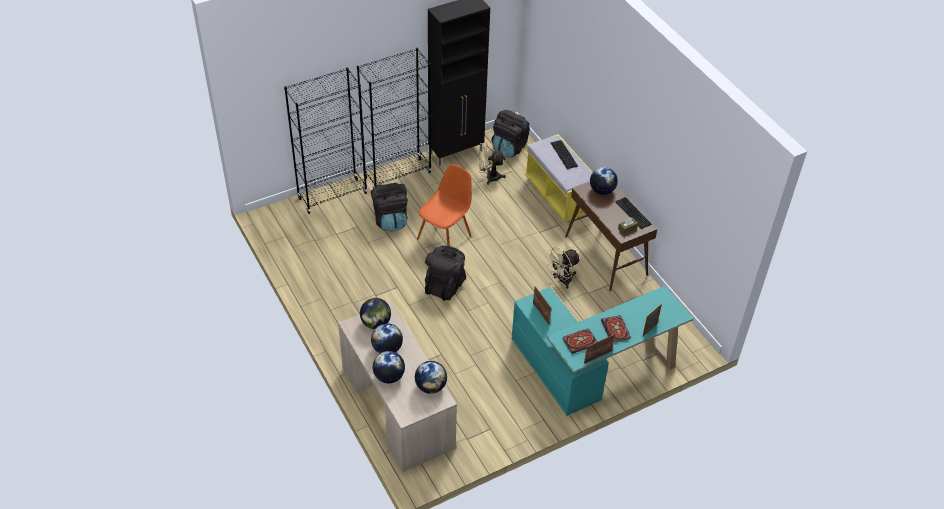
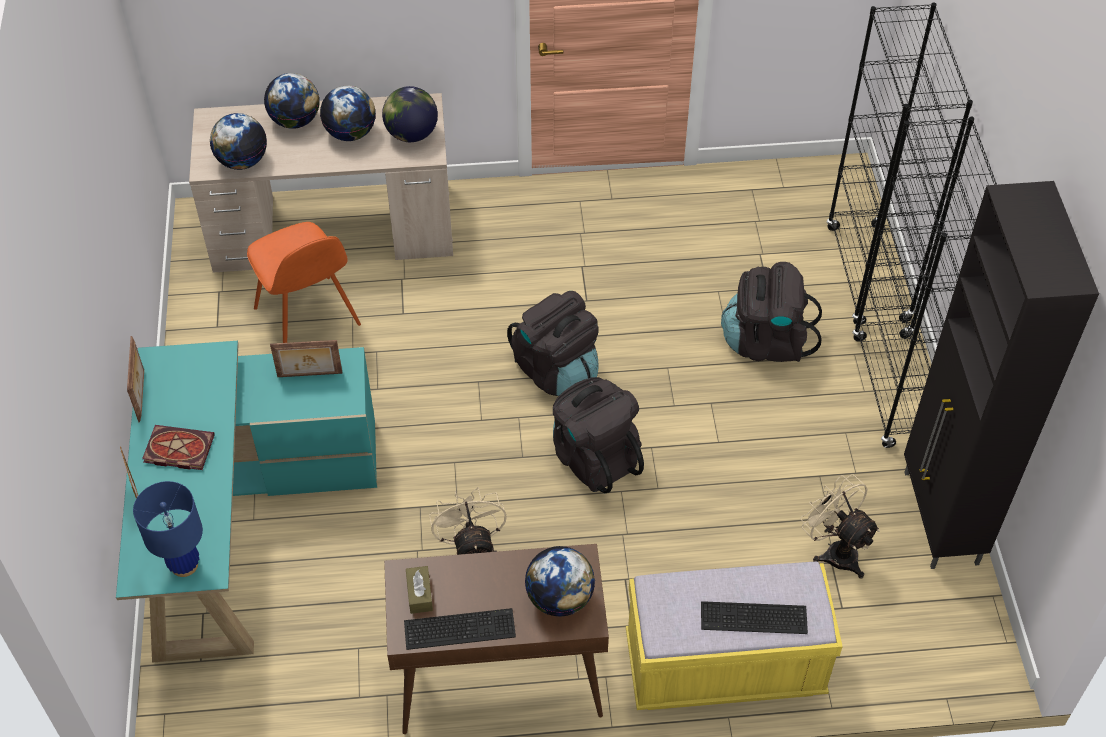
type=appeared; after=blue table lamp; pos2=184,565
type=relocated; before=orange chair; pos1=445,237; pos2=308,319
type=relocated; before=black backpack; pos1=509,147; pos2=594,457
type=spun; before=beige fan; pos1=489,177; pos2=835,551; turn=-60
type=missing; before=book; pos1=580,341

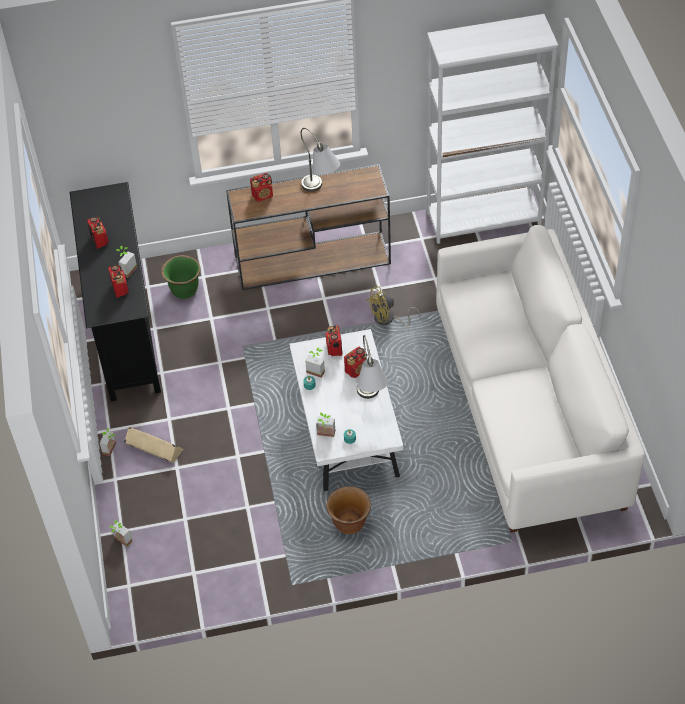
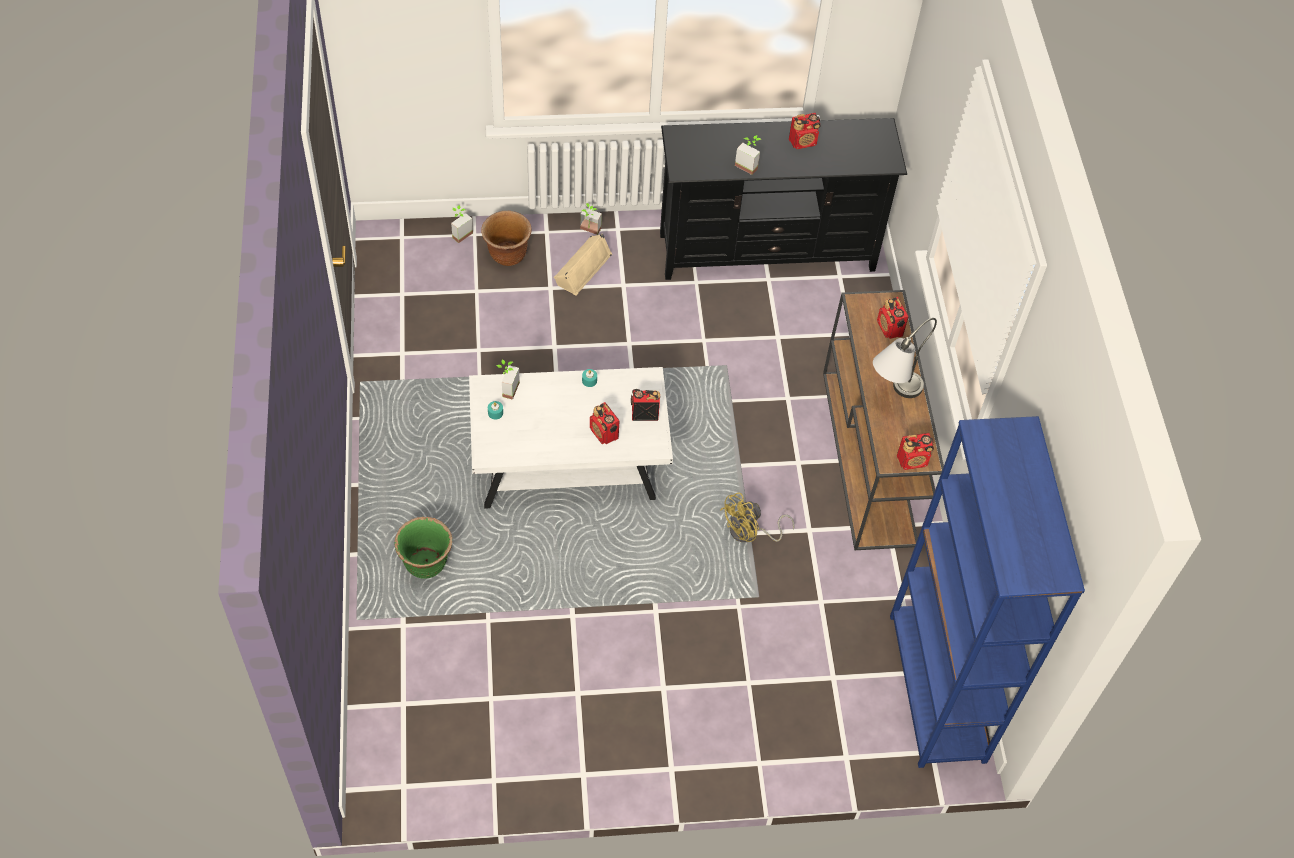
type=relocated; before=green planter; pos1=184,290; pos2=426,564
type=relocated; before=brown planter; pos1=350,523; pos2=507,255
type=spun; before=yellow fan; pos1=388,319; pos2=750,533; turn=-105
type=colour; before=white bookcase; after=blue bookcase; pos1=484,219; pos2=937,688
type=relocated; before=radio; pos1=120,289; pos2=912,461
type=missing; before=potted plant; pos1=317,369
type=missing; before=grey table lamp; pos1=371,402
type=missing; before=white sofa; pos1=529,409

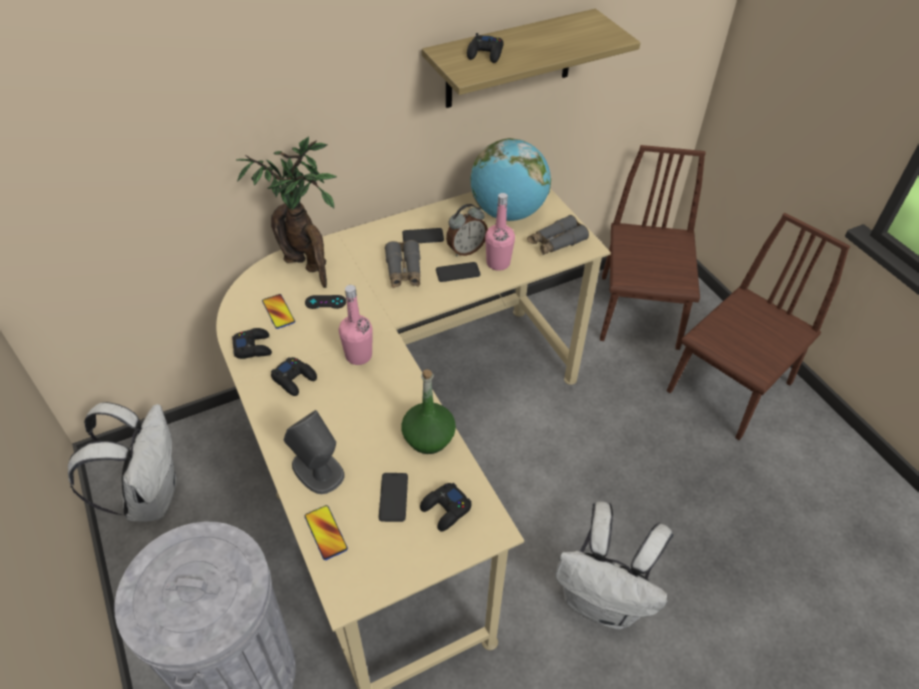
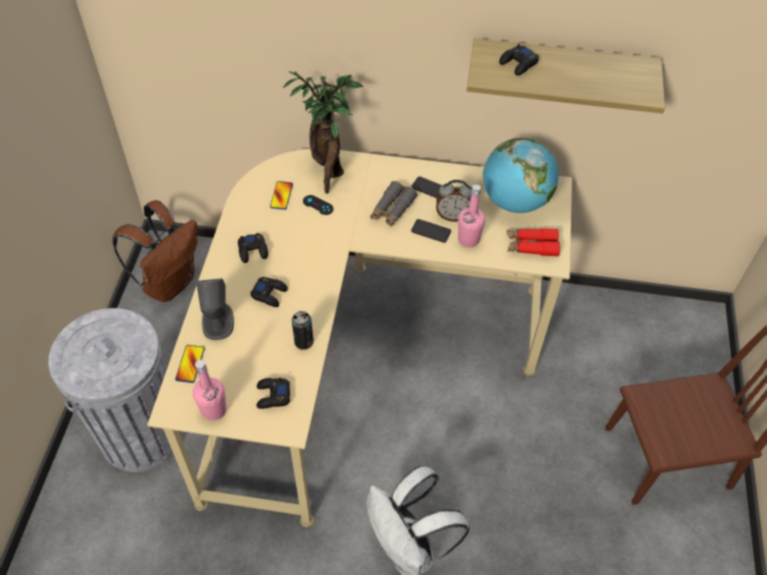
type=colour; before=white backpack; after=brown backpack; pos1=151,495; pos2=170,282
type=relocated; before=pink bottle; pos1=358,355; pos2=214,410
type=relocated; before=black game controller; pos1=253,347; pos2=269,294
type=exchanged; before=green bottle; after=can; pos1=429,437; pos2=304,341
type=colour; before=grey binoculars; after=red binoculars; pos1=556,242; pos2=531,246
type=missing; before=phone; pos1=393,497
type=missing; before=brown chair; pos1=639,311

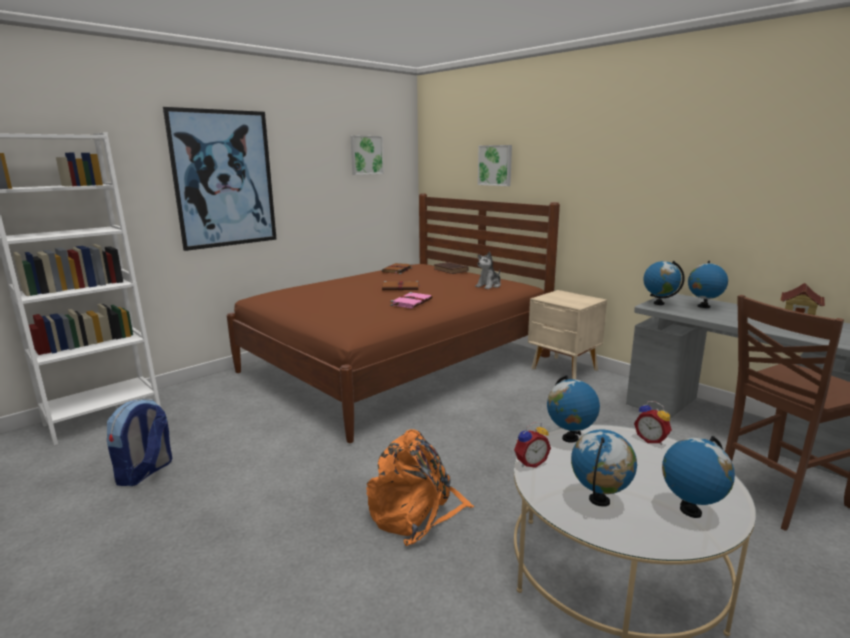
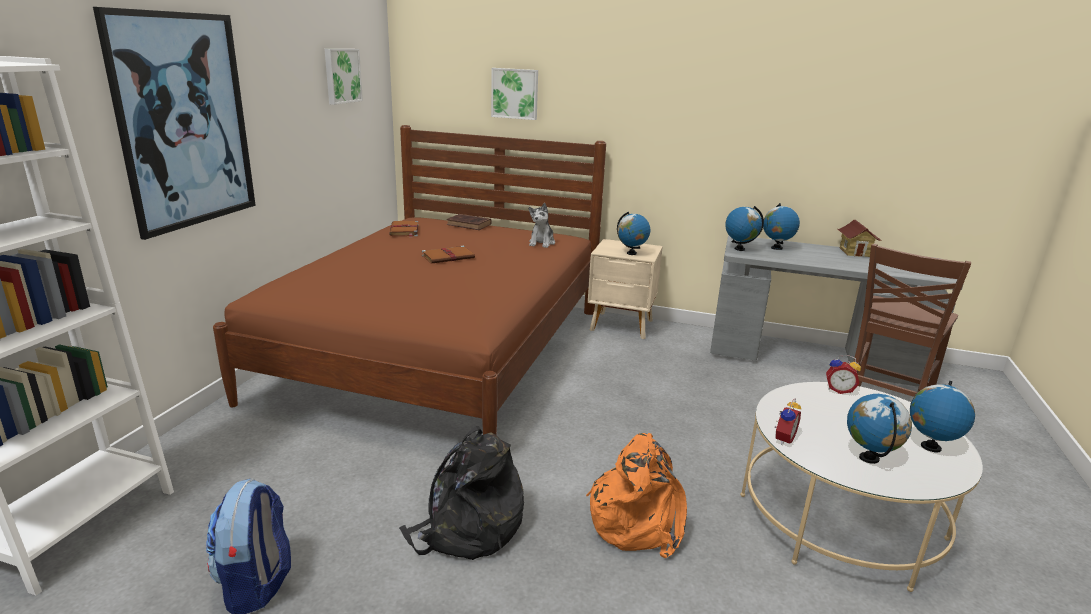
type=appeared; after=black backpack; pos2=467,529
type=relocated; before=globe; pos1=570,438; pos2=631,253
type=missing; before=pink book; pos1=411,302

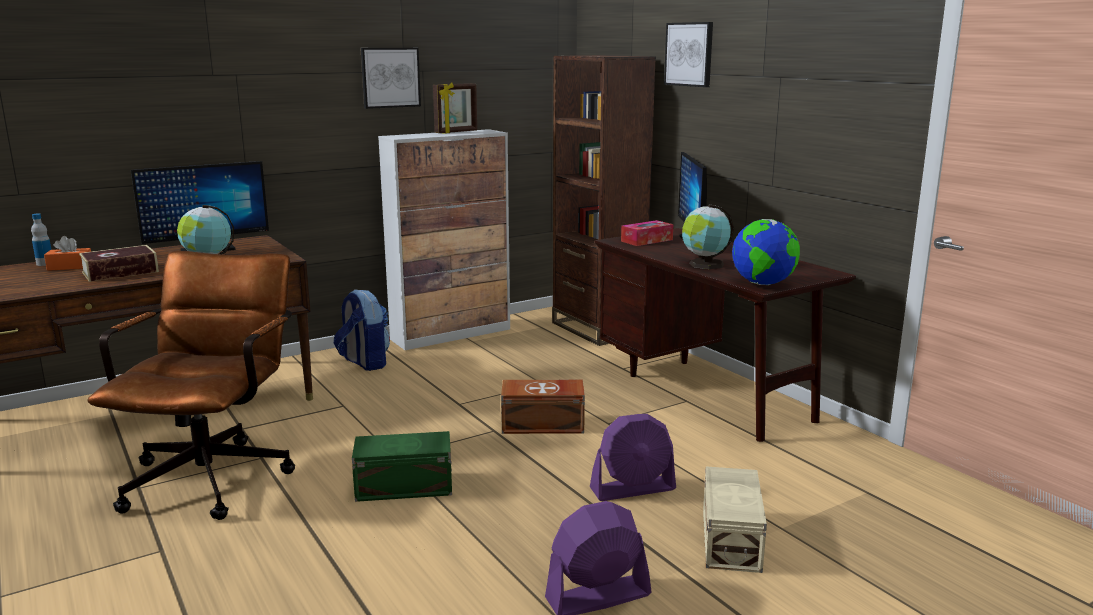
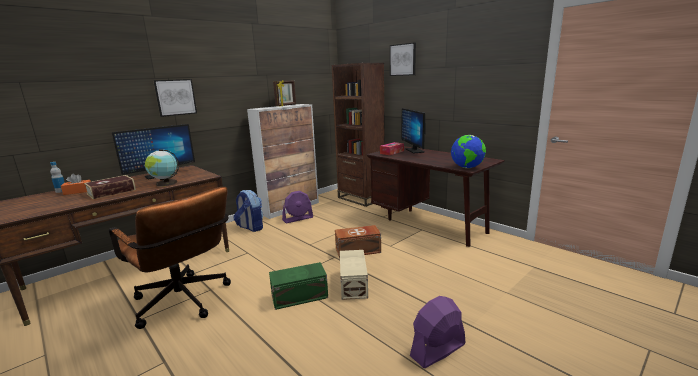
type=spun; before=brown office chair; pos1=215,473; pos2=185,303; turn=135
type=relocated; before=picture; pos1=390,77; pos2=175,97
type=relocated; before=purple fan; pos1=633,489; pos2=298,219
type=relocated; before=beige storage box; pos1=732,539; pos2=354,283
type=missing; before=globe; pos1=704,264

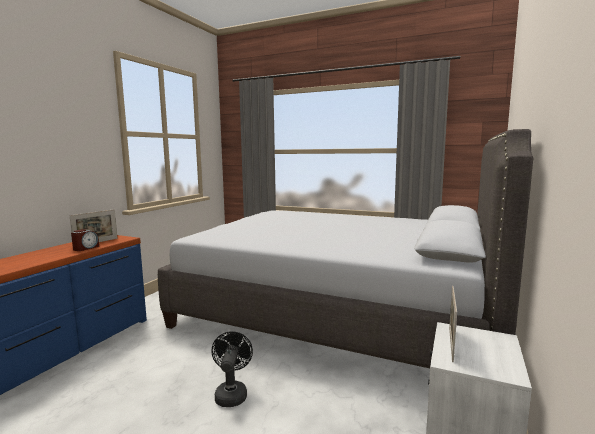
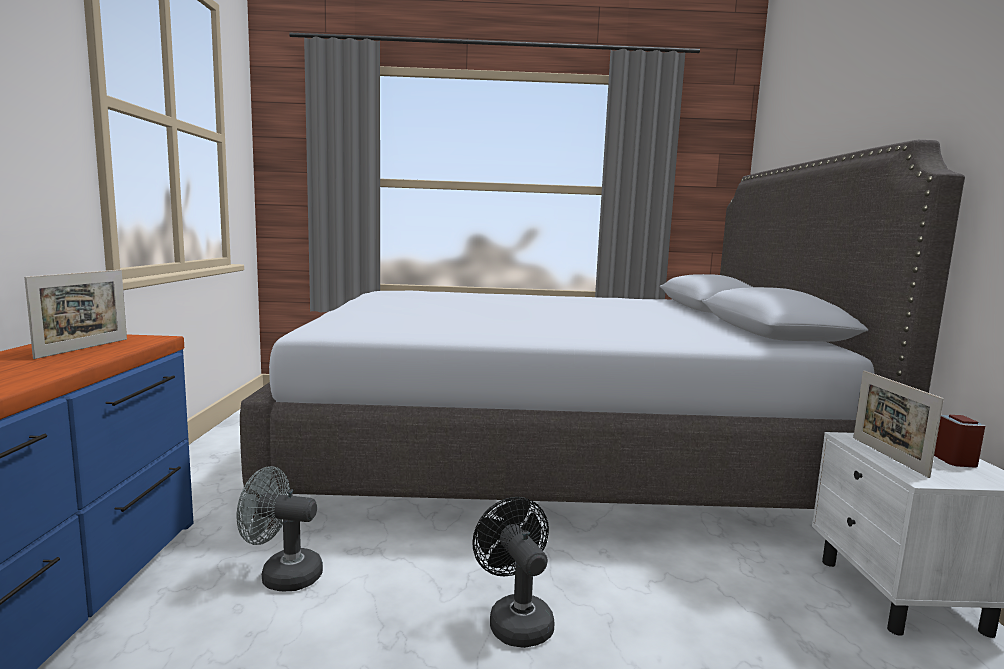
type=appeared; after=grey fan; pos2=282,575
type=relocated; before=alarm clock; pos1=86,248; pos2=950,457

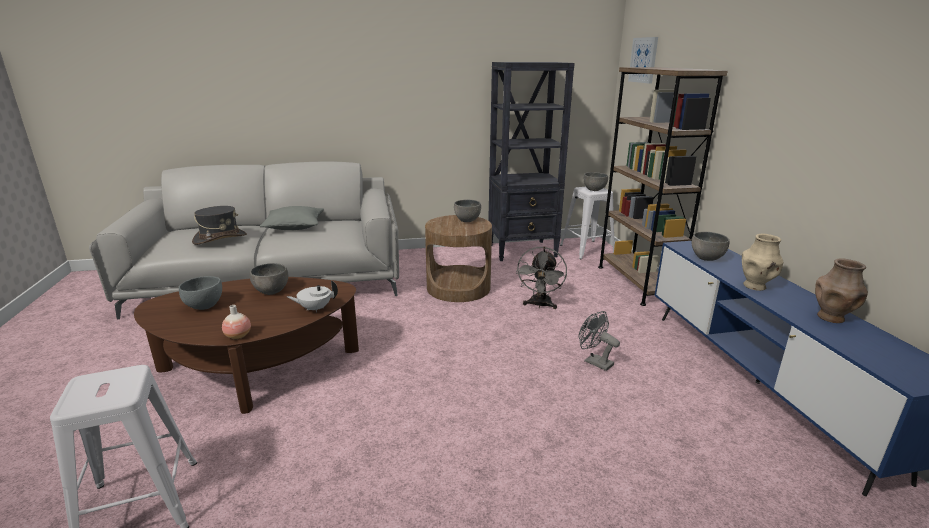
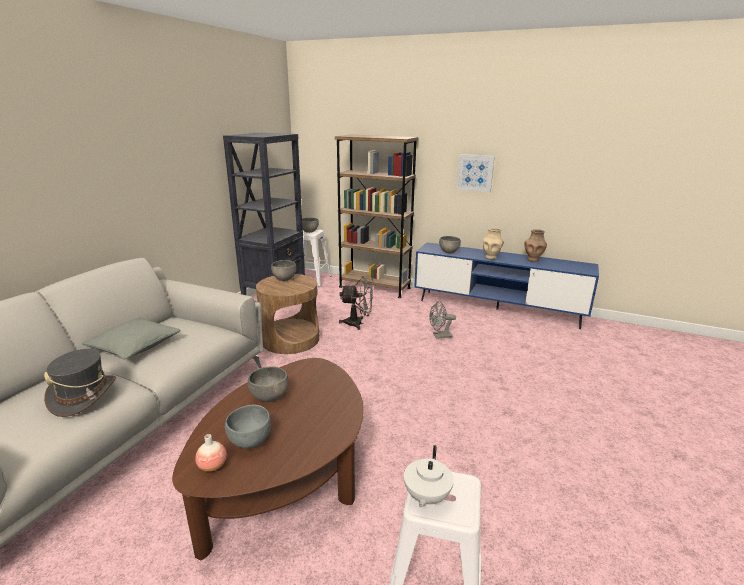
type=relocated; before=vase; pos1=238,336; pos2=212,466
type=spun; before=grey fan; pos1=540,305; pos2=358,323; turn=-45
type=relocated; before=white teapot; pos1=315,309; pos2=426,497
type=relocated; before=picture; pos1=643,60; pos2=475,173

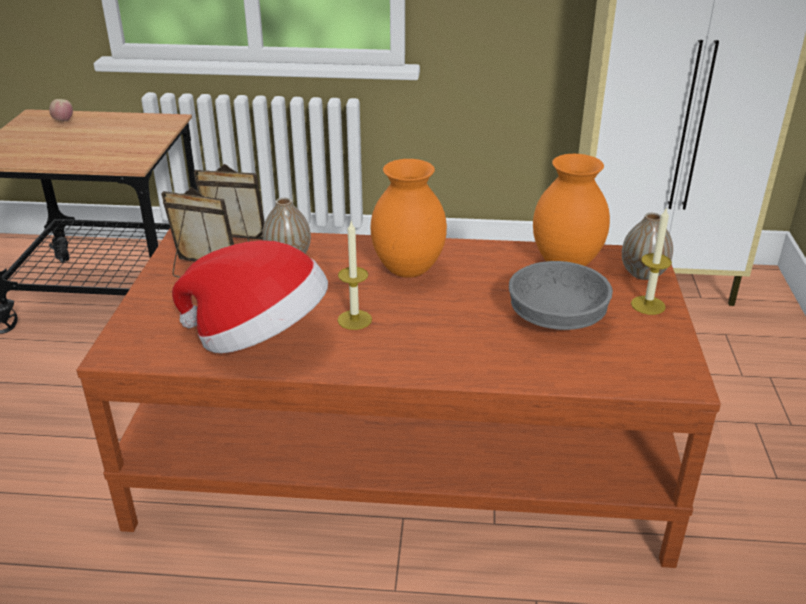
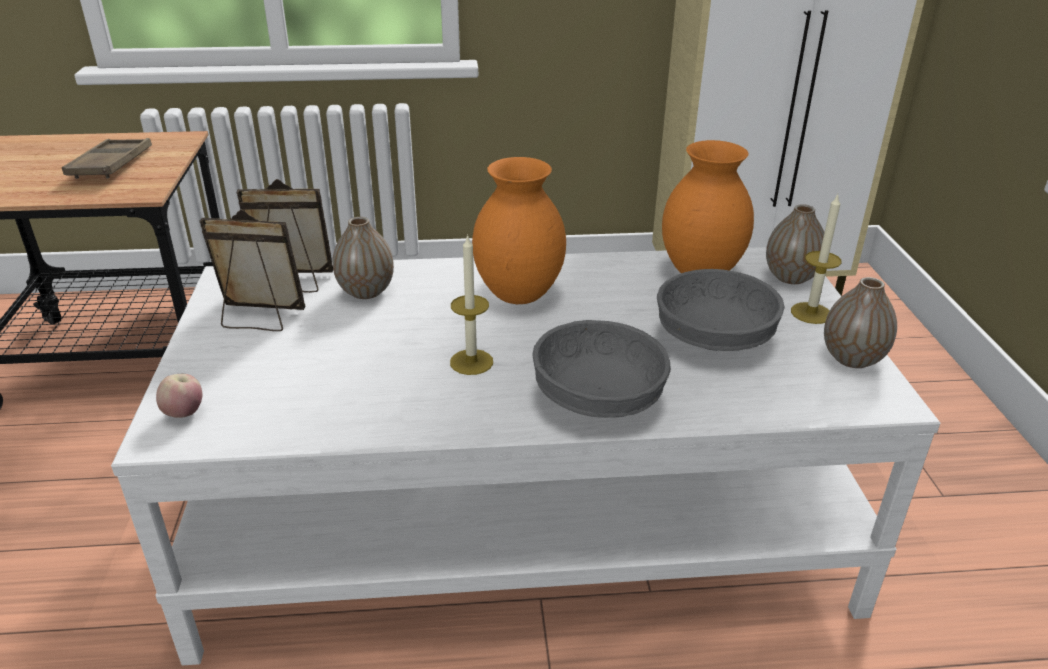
type=appeared; after=brown tray; pos2=111,165
type=colour; before=brown coffee table; after=white coffee table; pos1=401,456; pos2=520,520
type=relocated; before=apple; pos1=63,121; pos2=184,414
type=appeared; after=grey bowl; pos2=597,399
type=appeared; after=vase; pos2=852,359
type=missing; before=hat; pos1=259,337

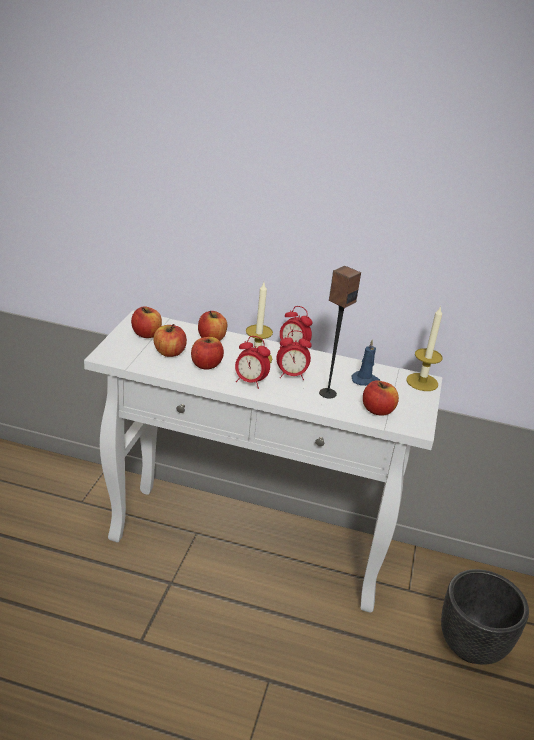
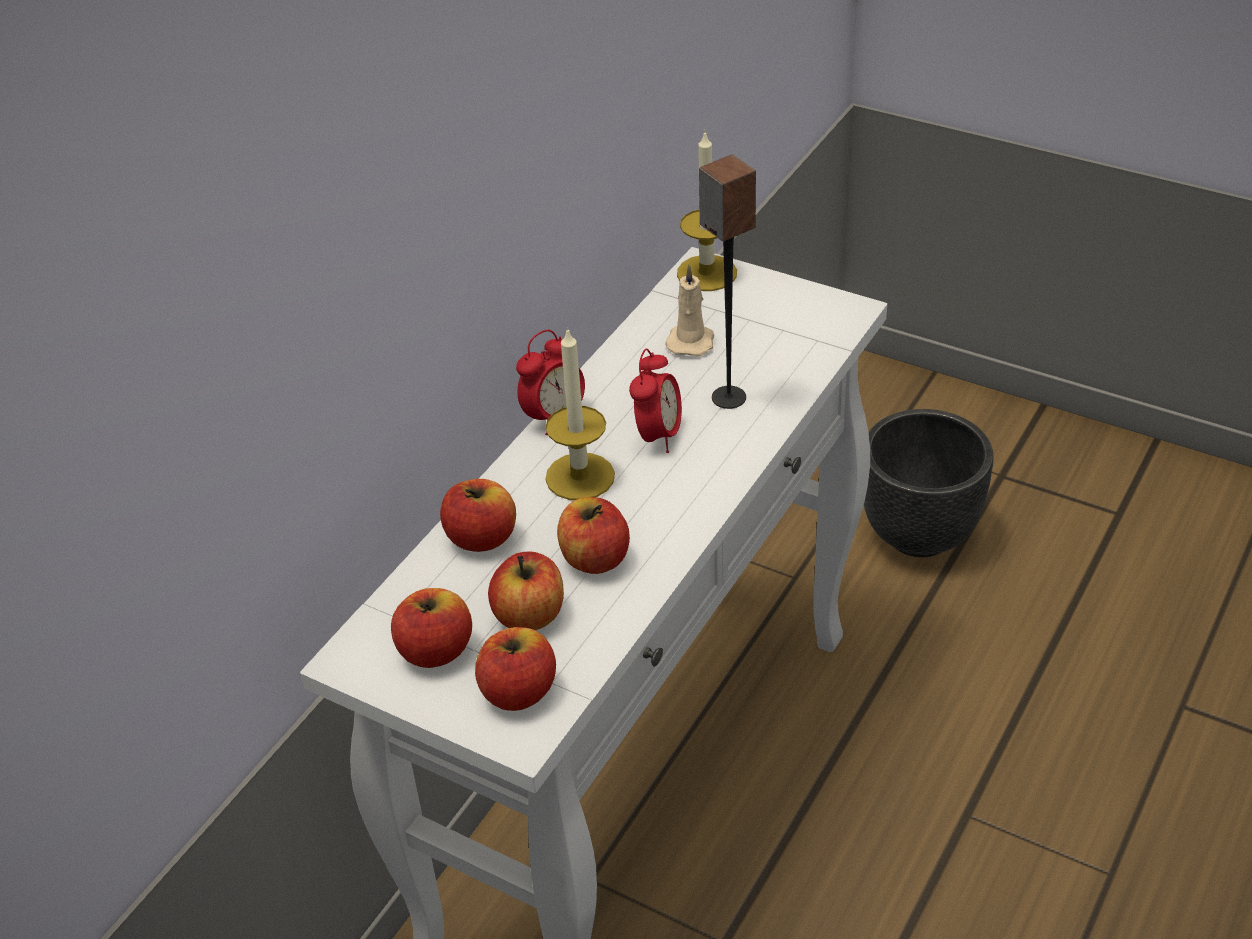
type=relocated; before=apple; pos1=377,410; pos2=518,691
type=colour; before=blue candle; after=beige candle; pos1=365,380; pos2=691,341
type=missing; before=alarm clock; pos1=250,382

